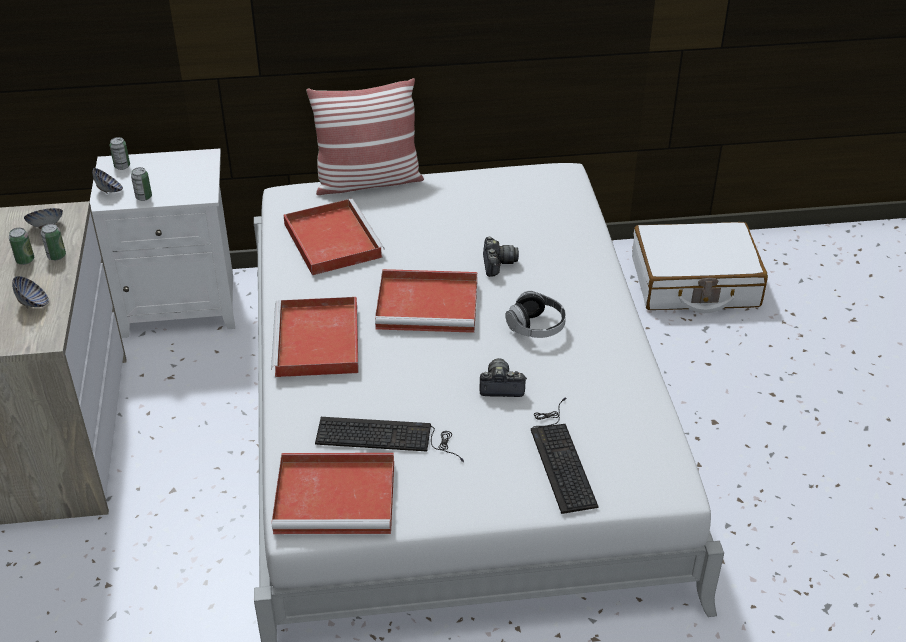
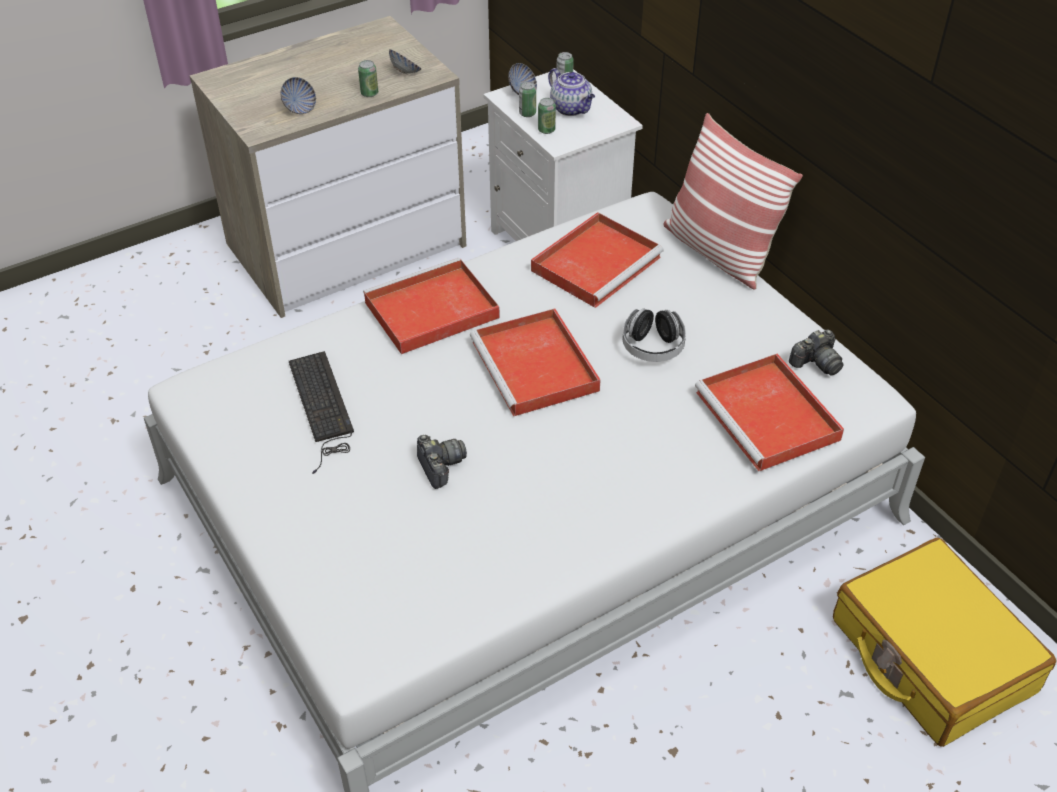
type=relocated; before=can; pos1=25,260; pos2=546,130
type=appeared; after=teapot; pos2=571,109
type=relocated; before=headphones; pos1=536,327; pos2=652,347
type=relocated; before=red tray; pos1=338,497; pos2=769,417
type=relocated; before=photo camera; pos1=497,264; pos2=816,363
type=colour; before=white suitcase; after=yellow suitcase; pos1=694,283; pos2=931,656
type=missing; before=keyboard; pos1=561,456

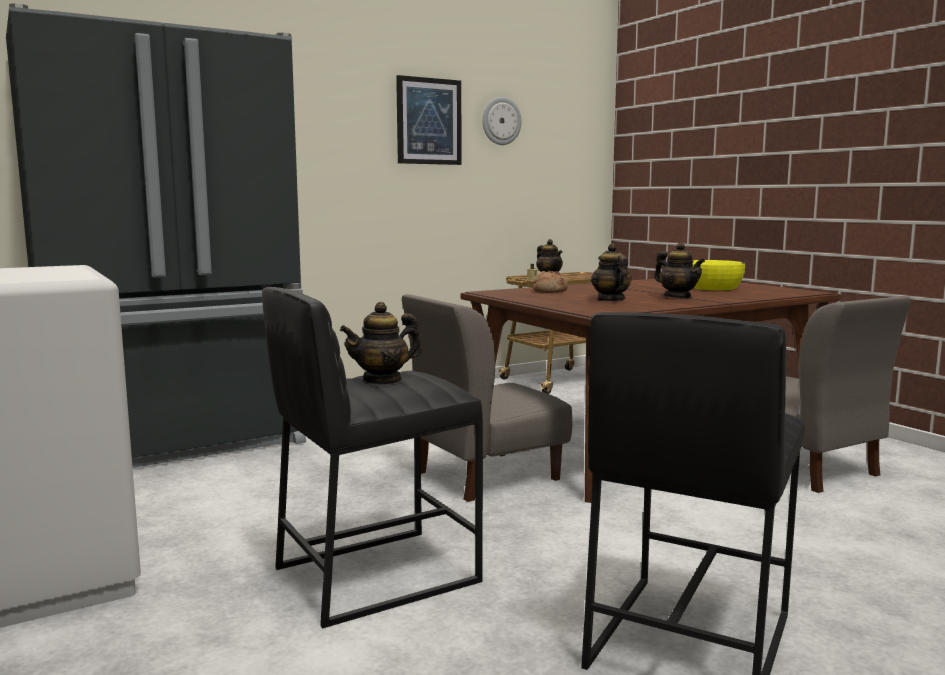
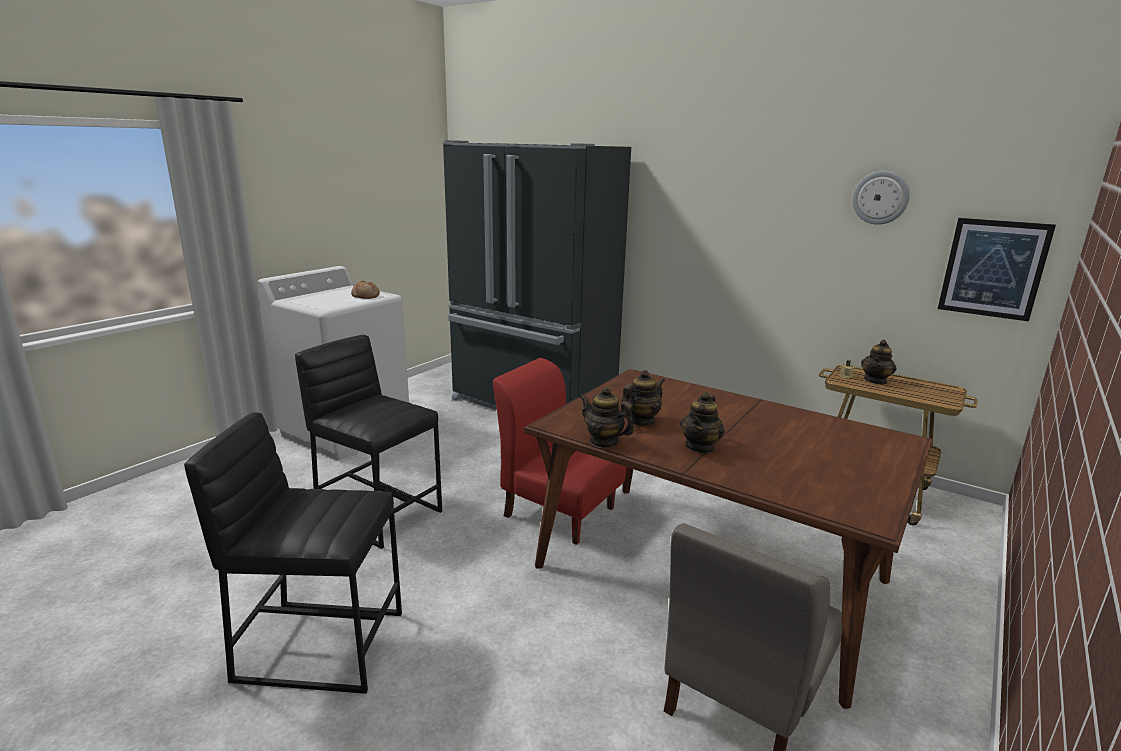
type=relocated; before=bread; pos1=549,291; pos2=366,296
type=colour; before=grey chair; after=red chair; pos1=485,475; pos2=559,511
type=relocated; before=teapot; pos1=382,380; pos2=604,441
type=relocated; before=picture; pos1=428,121; pos2=993,268
type=missing; before=yellow bowl; pos1=712,287

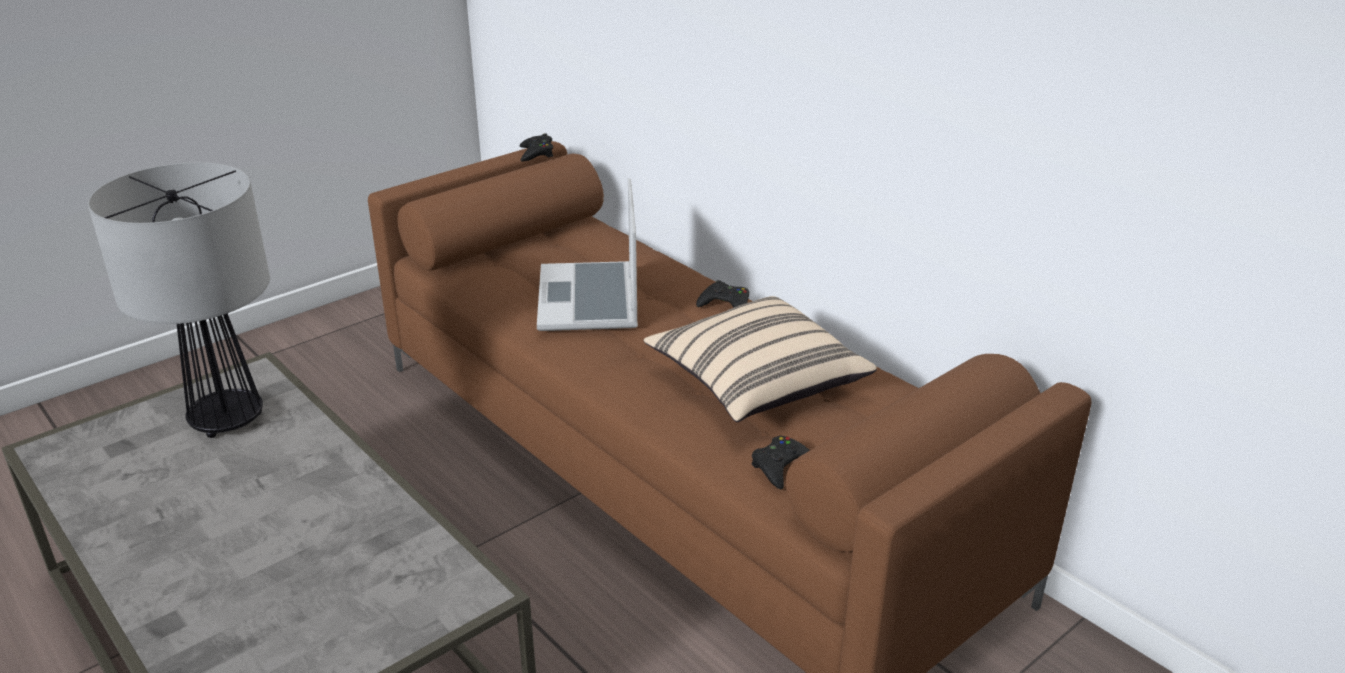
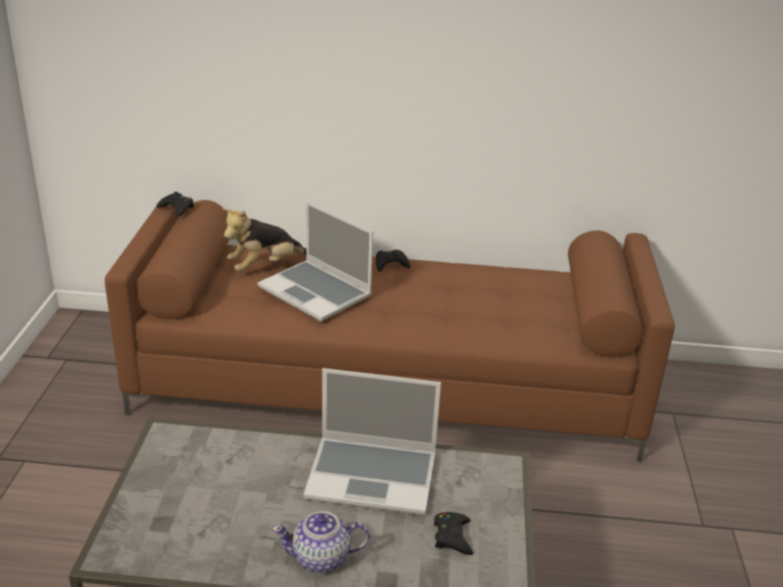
type=appeared; after=plush toy; pos2=264,266
type=appeared; after=teapot; pos2=321,558
type=appeared; after=laptop; pos2=373,476
type=relocated; before=black game controller; pos1=781,467; pos2=452,537
type=missing; before=table lamp; pos1=227,420
type=missing; before=beige pillow; pos1=756,384

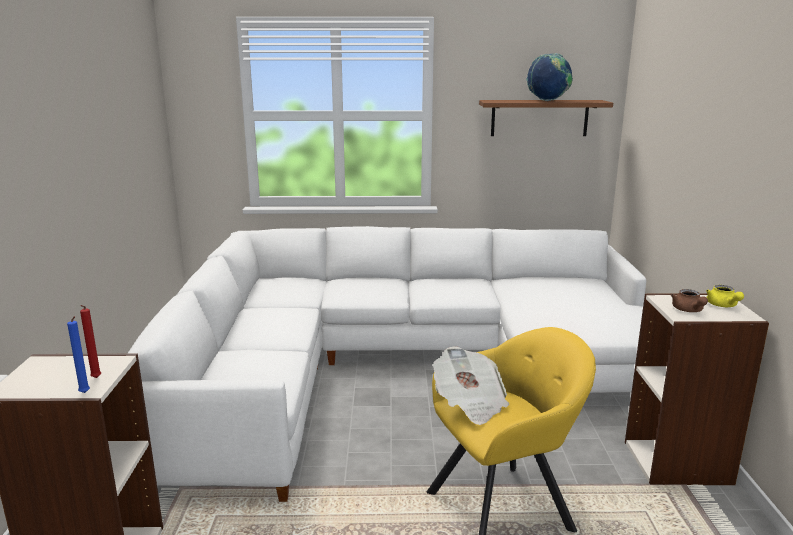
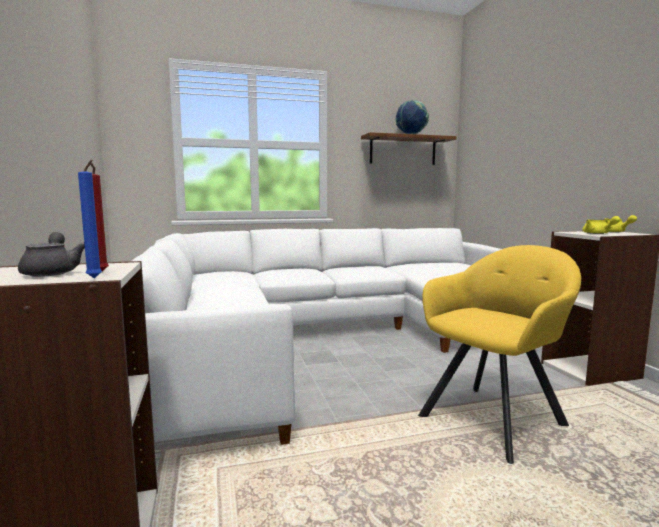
type=appeared; after=grey teapot; pos2=52,272
type=colour; before=brown teapot; after=yellow teapot; pos1=688,310; pos2=598,233
type=missing; before=newspaper; pos1=469,403

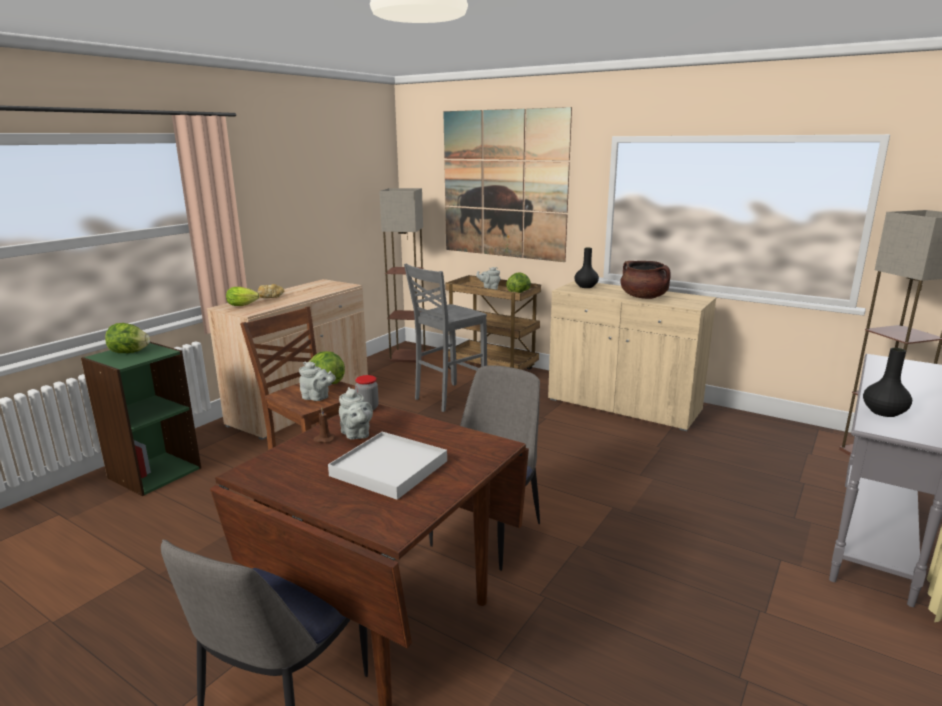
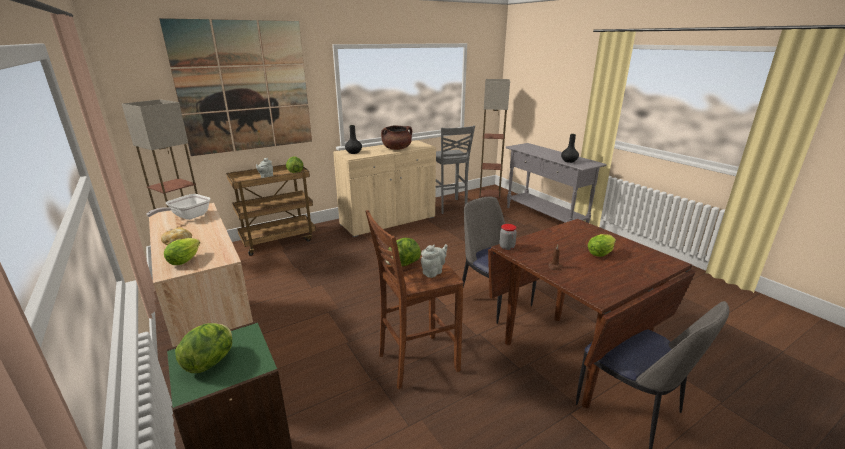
type=appeared; after=frying pan; pos2=187,217
type=relocated; before=grey stool; pos1=448,398; pos2=448,206
type=exchanged; before=white tray; after=lettuce; pos1=389,468; pos2=601,253
type=missing; before=grey teapot; pos1=356,435

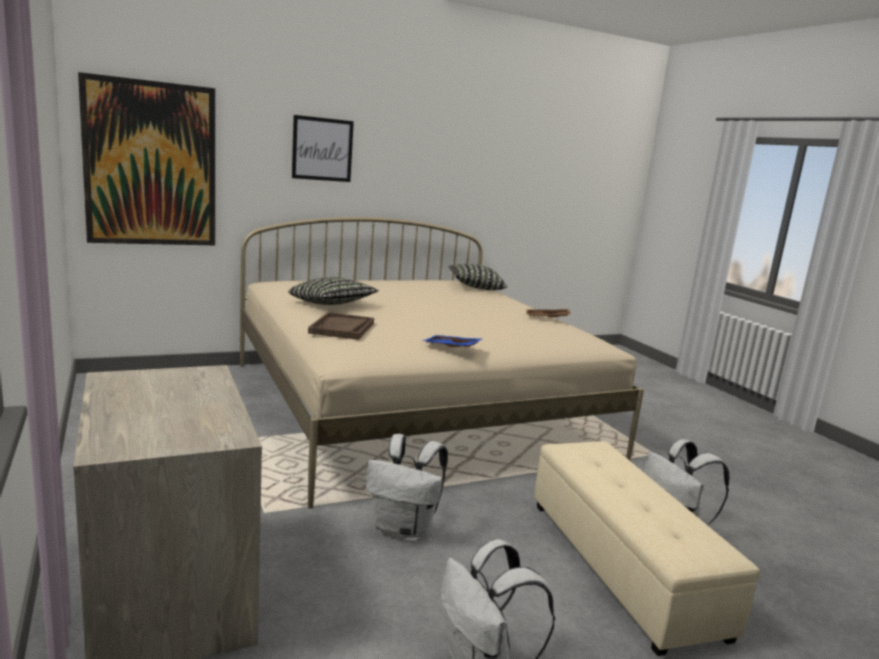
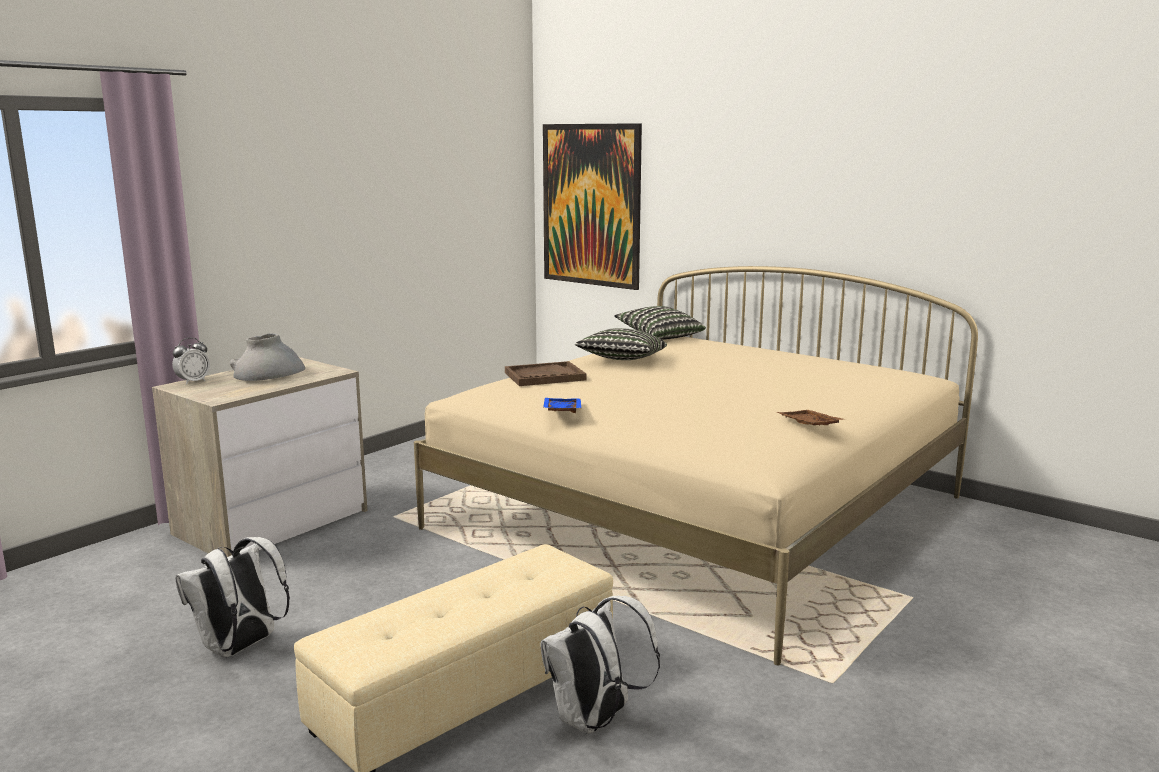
type=appeared; after=alarm clock; pos2=193,382
type=appeared; after=grey vase; pos2=269,374
type=relocated; before=pillow; pos1=475,287; pos2=659,336
type=missing; before=picture; pos1=322,149
type=missing; before=white backpack; pos1=404,531

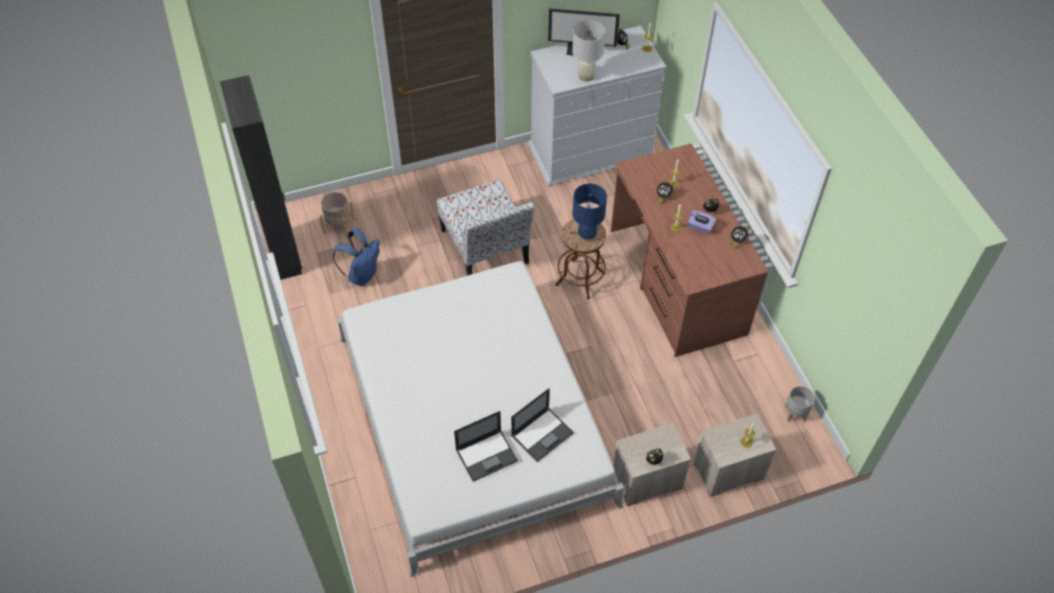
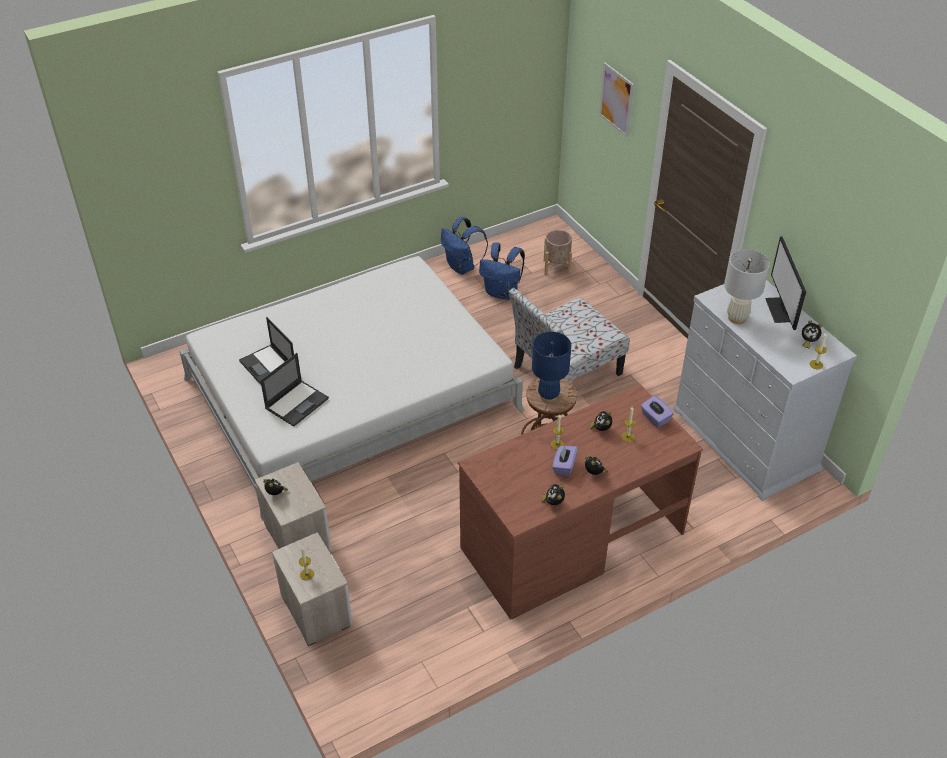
type=spun; before=laptop; pos1=542,434; pos2=297,403; turn=-90
type=appeared; after=blue backpack; pos2=462,267
type=appeared; after=picture; pos2=616,99
type=appeared; after=purple tissue box; pos2=655,418
type=missing; before=black wardrobe; pos1=285,254
type=missing; before=grey planter; pos1=795,414

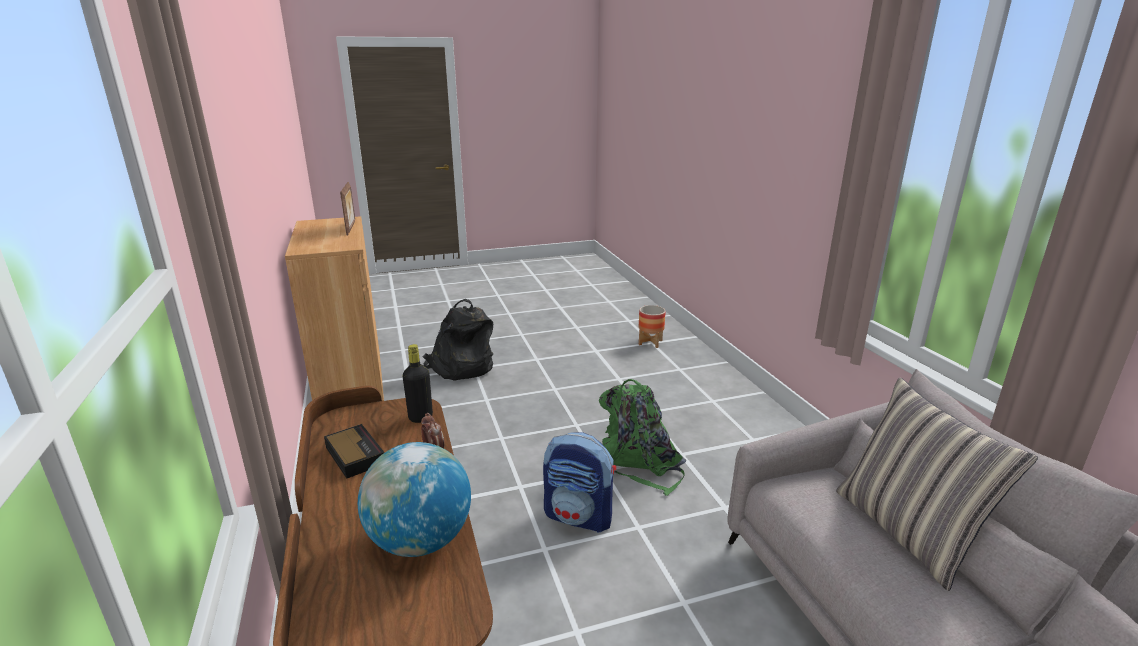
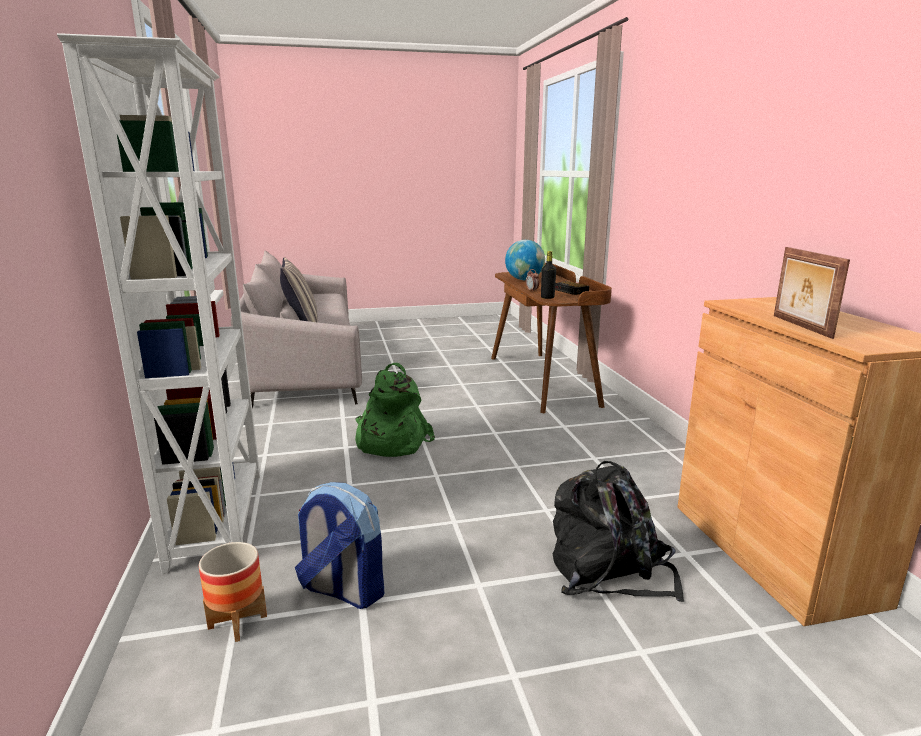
type=appeared; after=white bookcase; pos2=219,517
type=relocated; before=backpack; pos1=579,516; pos2=342,590

